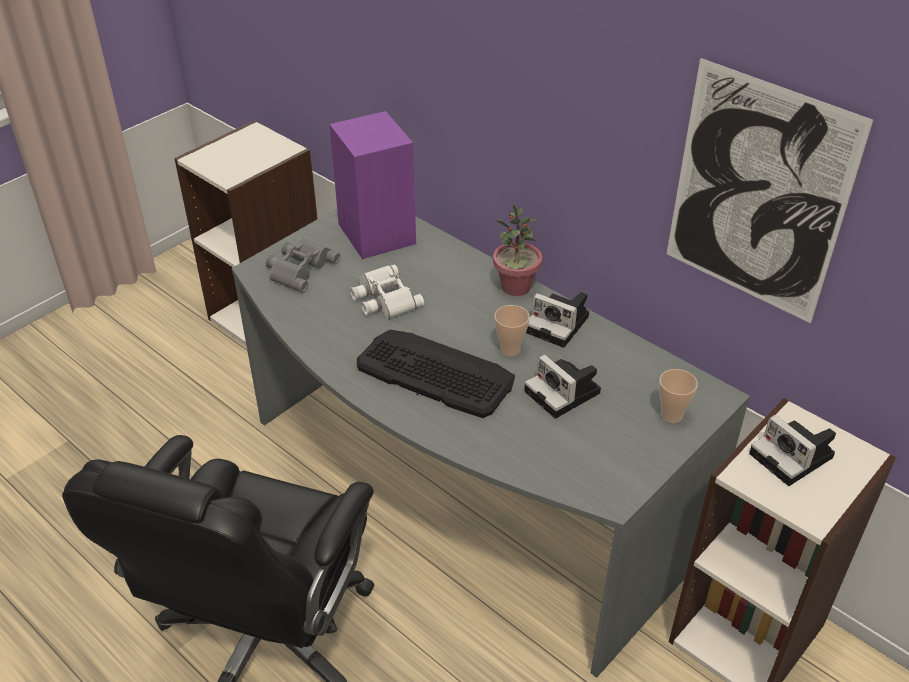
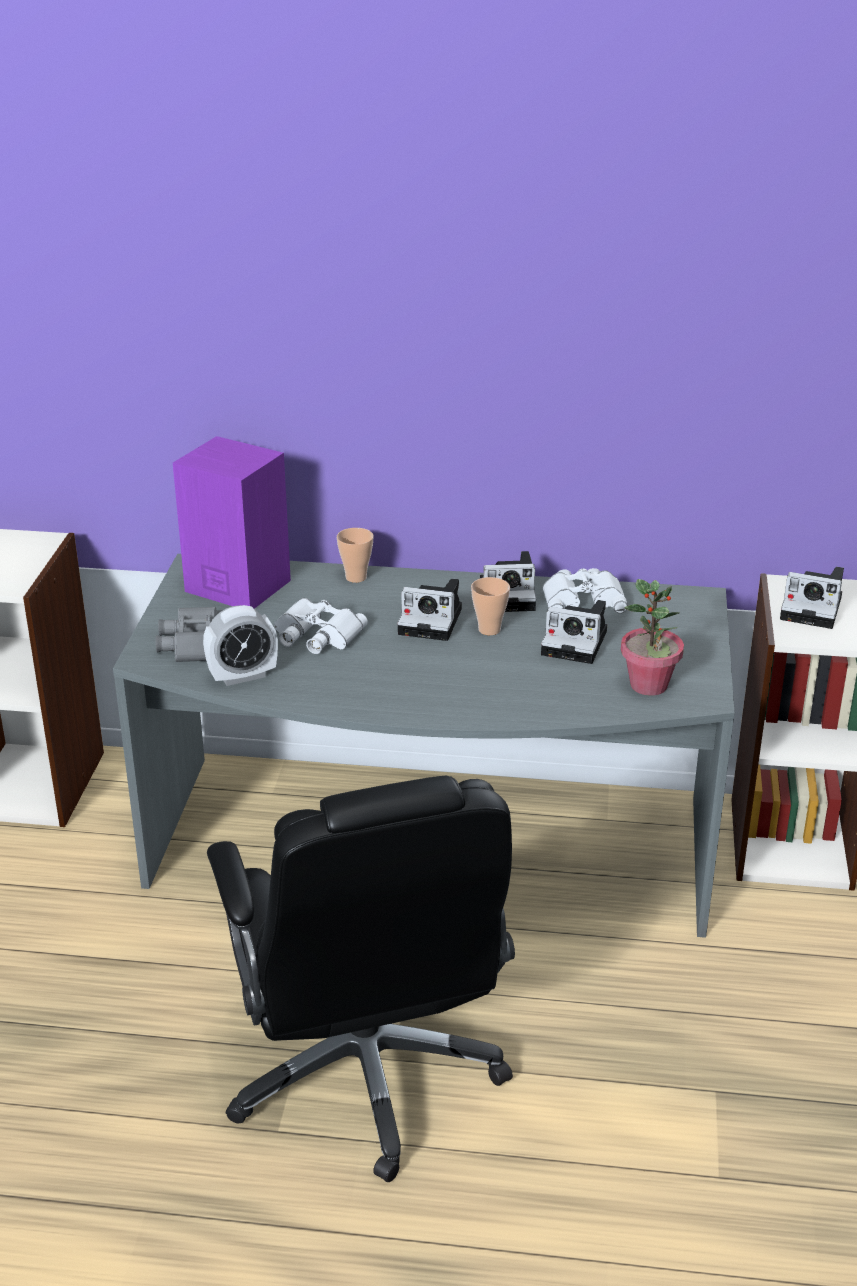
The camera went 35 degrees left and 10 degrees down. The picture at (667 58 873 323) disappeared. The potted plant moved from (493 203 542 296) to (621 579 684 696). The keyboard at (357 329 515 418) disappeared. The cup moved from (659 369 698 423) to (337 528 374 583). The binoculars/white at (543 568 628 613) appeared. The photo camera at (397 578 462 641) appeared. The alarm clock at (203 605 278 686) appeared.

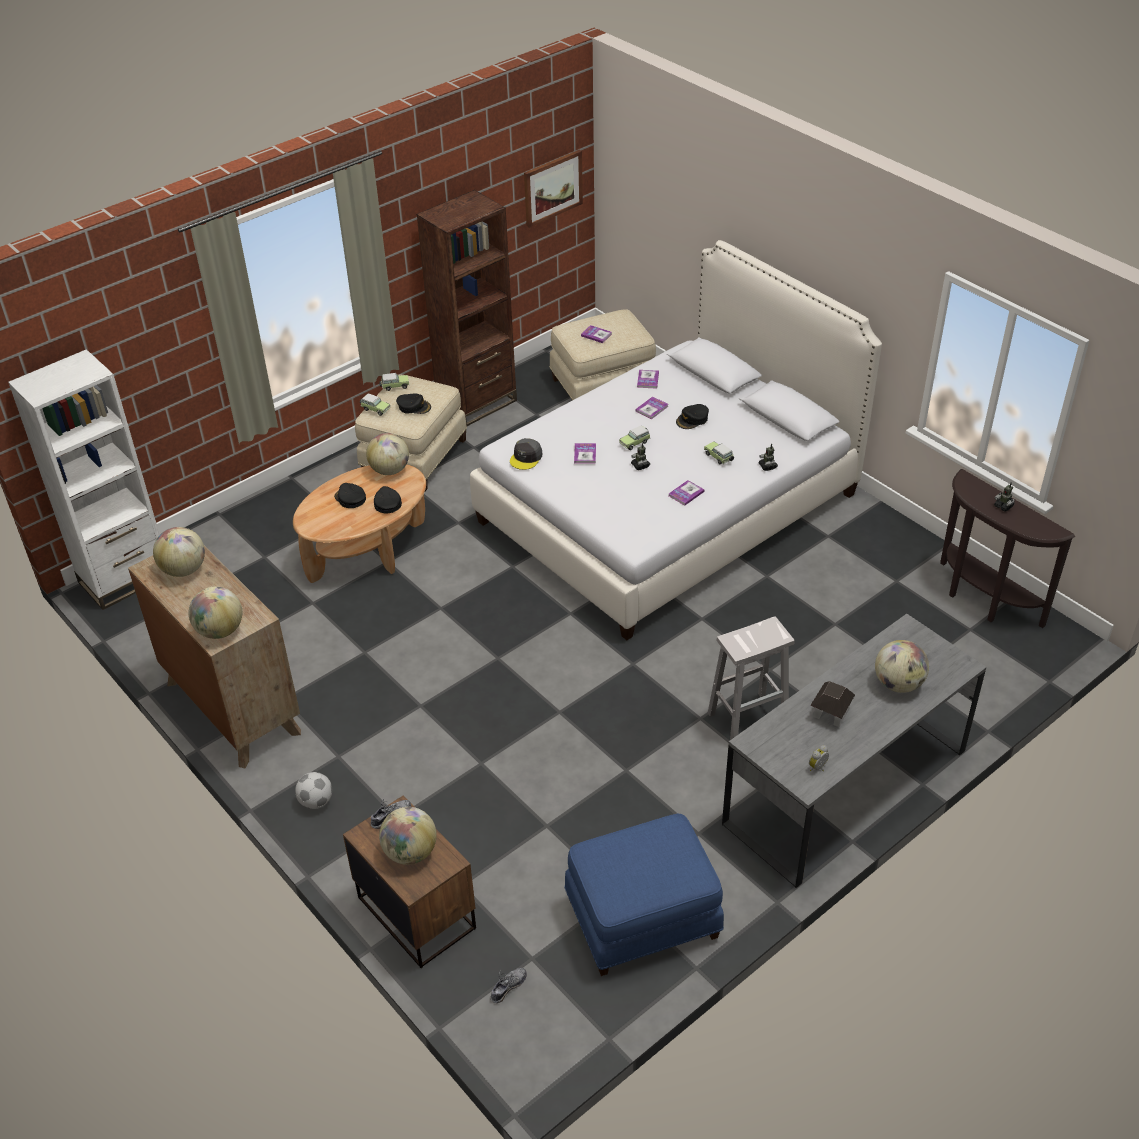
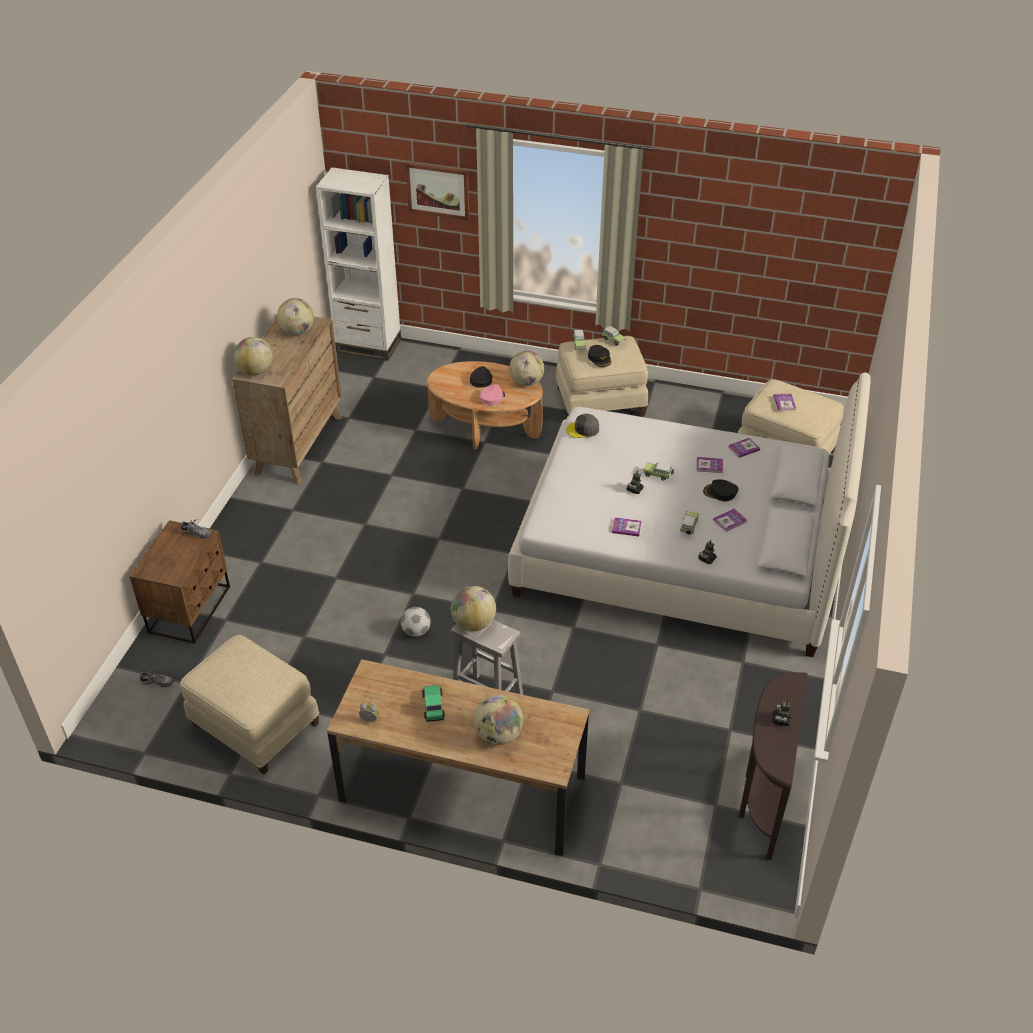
The camera went 55 degrees right and 0 degrees up. The picture moved from (524 150 583 228) to (406 162 470 220). The bookcase/brown at (417 190 517 426) disappeared. The book moved from (574 443 596 463) to (713 509 747 532). The cap/black at (374 486 402 513) became the cap/pink at (480 384 506 405). The desk/grey at (722 614 986 888) became the desk/brown at (327 659 589 856). The toy house at (810 681 855 727) was replaced by the toy car at (422 685 445 722). The football moved from (295 772 332 809) to (401 607 431 637). The globe moved from (379 807 437 865) to (451 586 496 631). The ottoman/blue at (564 814 724 976) became the ottoman/beige at (180 635 319 774).

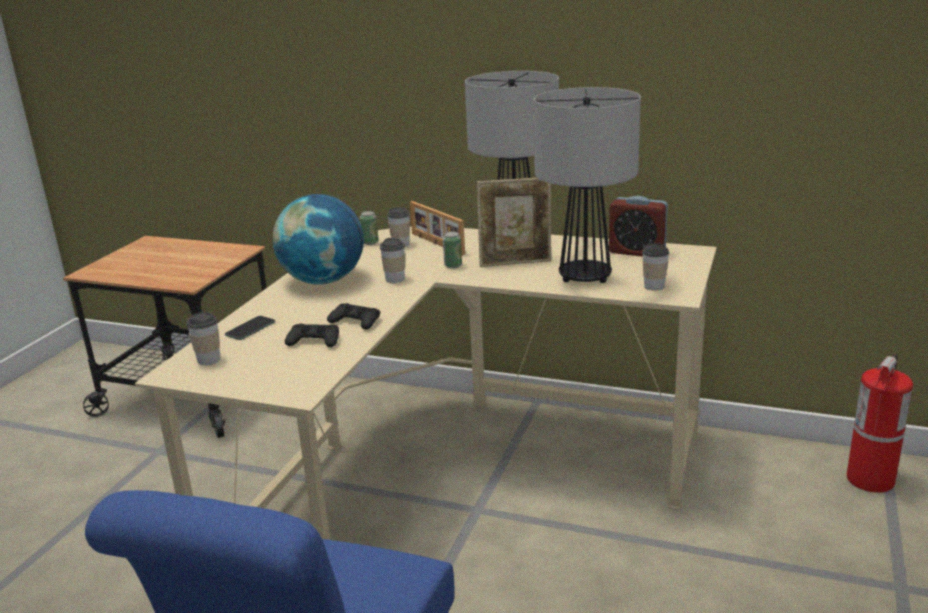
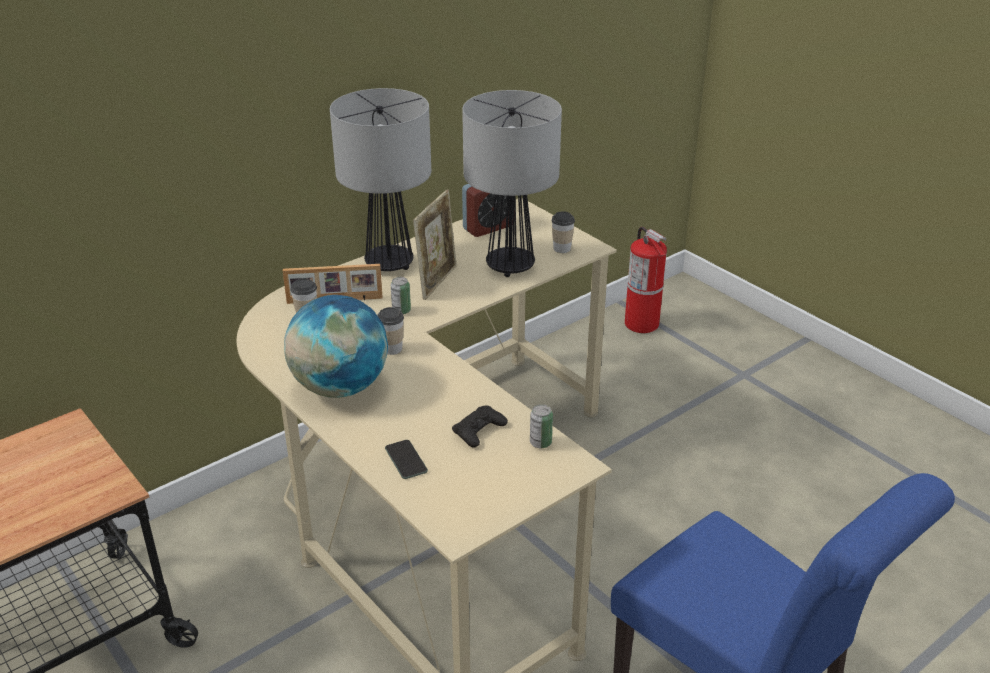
The camera went 60 degrees left and 10 degrees up. The can moved from (360 211 379 245) to (530 404 553 448). The game controller/black at (327 303 381 329) disappeared. The cup at (187 312 221 365) disappeared.

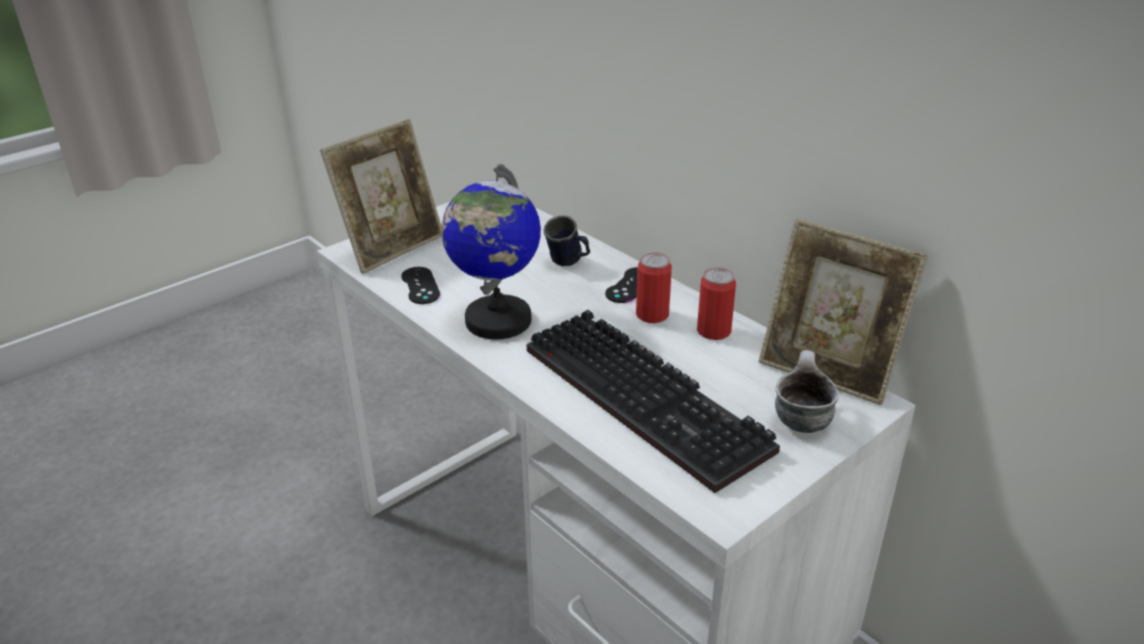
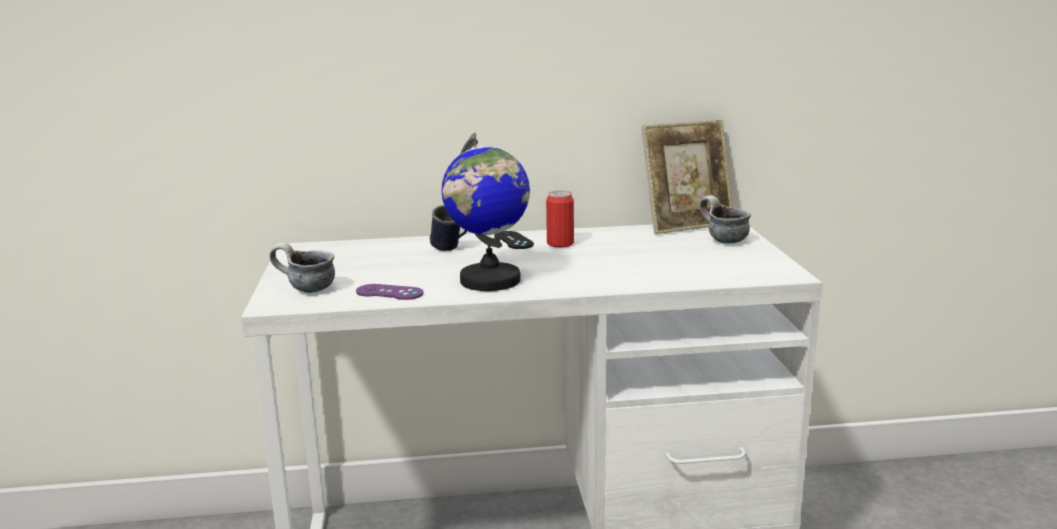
The camera went 55 degrees left and 15 degrees down. The picture frame at (320 119 442 274) was replaced by the mug at (269 243 335 293). The game controller/black at (401 267 440 304) became the game controller/purple at (356 284 423 300). The can at (697 267 736 340) disappeared. The keyboard at (526 310 780 493) disappeared.

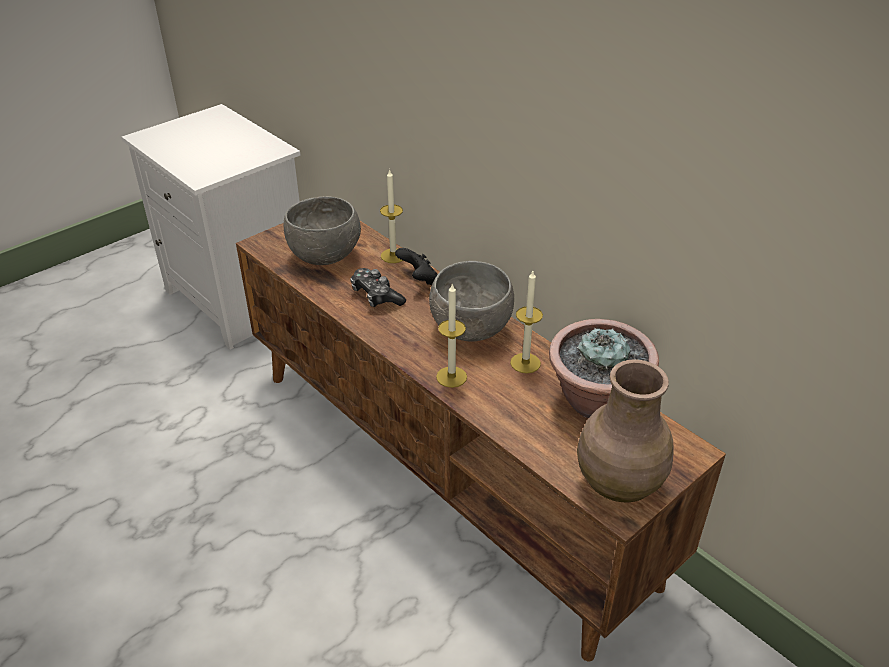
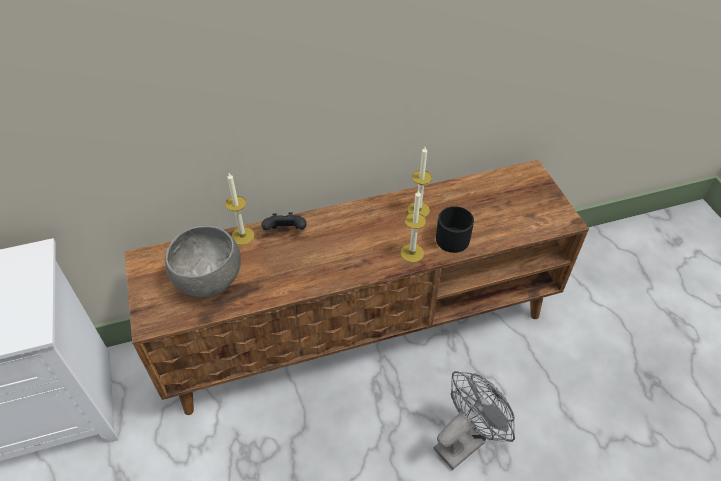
The camera went 65 degrees left and 10 degrees up. The bowl/grey at (429 261 514 342) disappeared. The game controller at (350 268 406 307) disappeared. The potted plant at (549 319 659 418) disappeared. The vase/brown at (577 360 674 502) disappeared. The mug/black at (436 206 474 253) appeared. The fan/grey at (434 371 515 470) appeared.

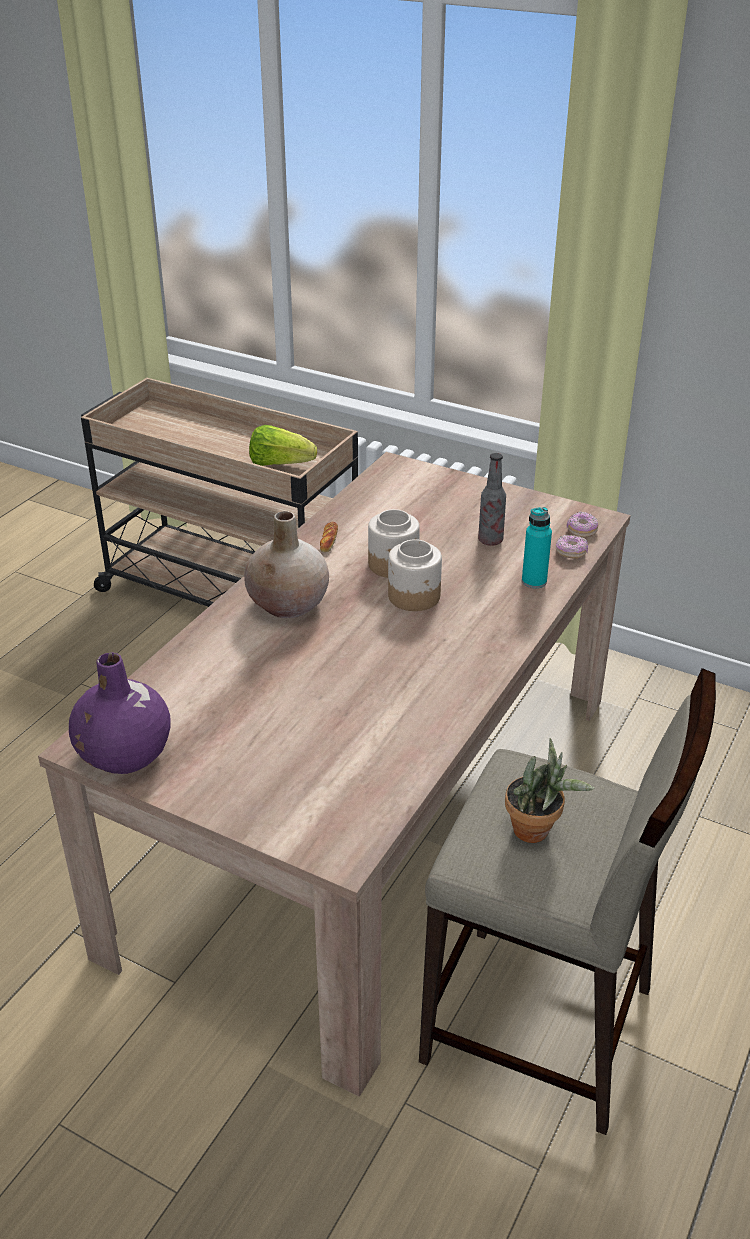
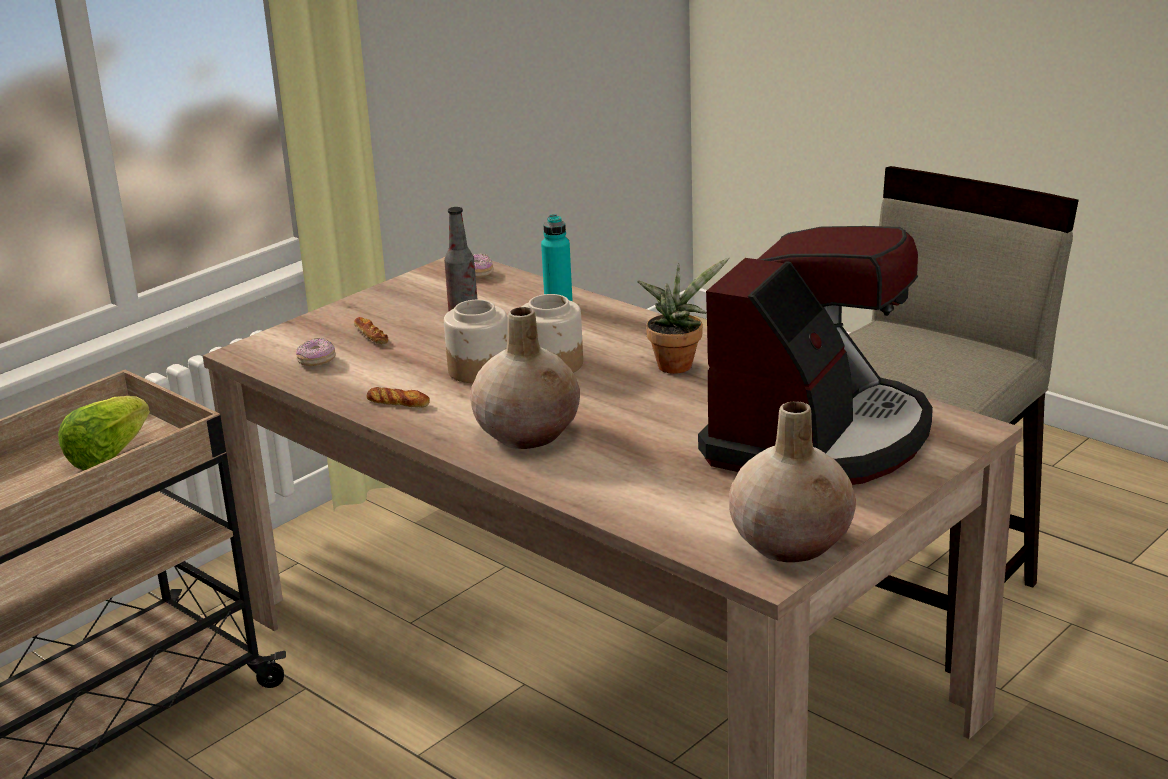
The camera went 75 degrees left and 10 degrees down. The donut moved from (556 535 588 559) to (296 338 336 366). The vase/purple at (69 652 171 774) became the vase/beige at (729 401 856 563). The potted plant moved from (505 738 595 843) to (637 257 729 374). The coffee machine at (698 226 933 485) appeared. The bread at (354 317 388 344) appeared.

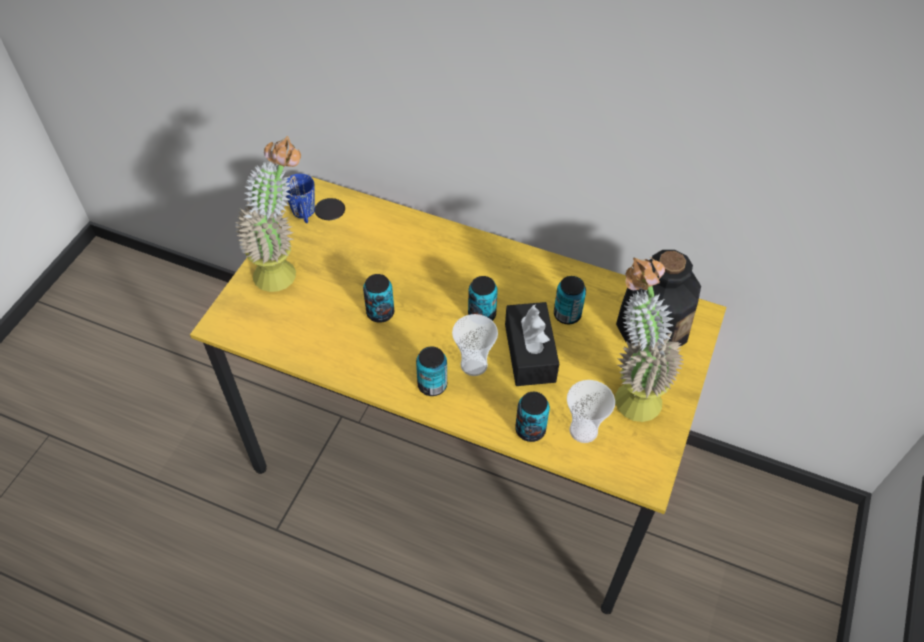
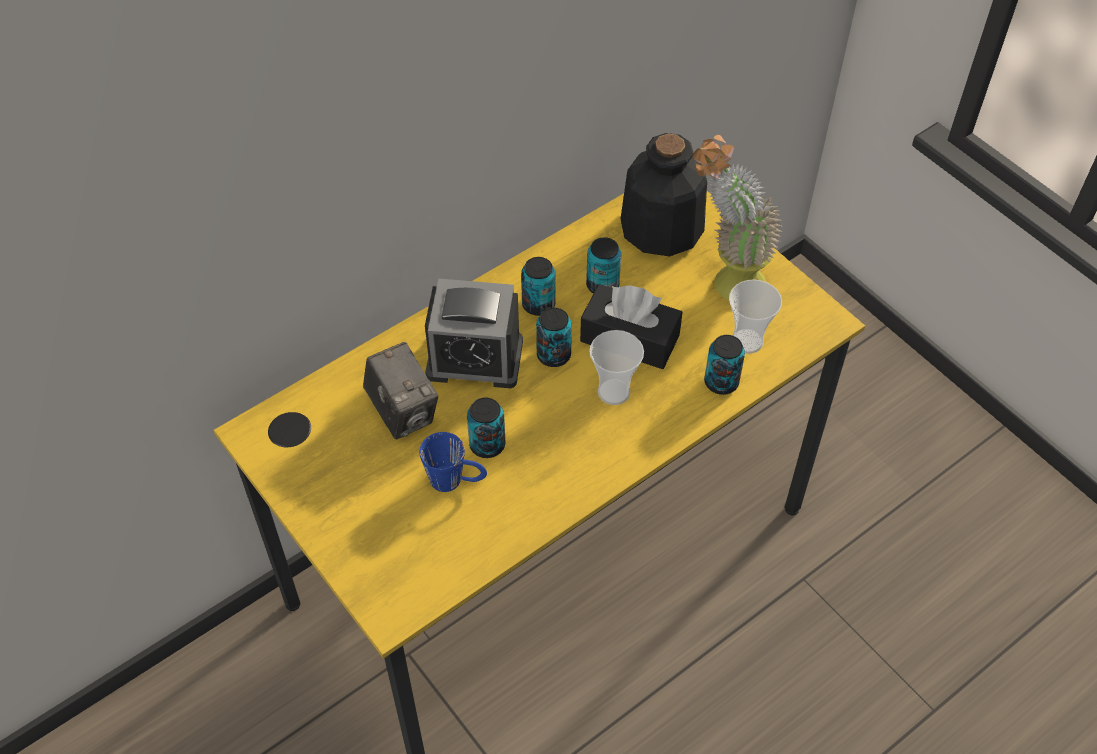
The camera went 60 degrees left and 0 degrees up. The potted plant at (235 136 301 292) disappeared. The mug/blue moved from (286 174 315 223) to (420 432 487 492). The can moved from (416 347 447 396) to (521 257 556 316). The alarm clock at (425 278 523 388) appeared. The photo camera at (363 342 438 440) appeared.

